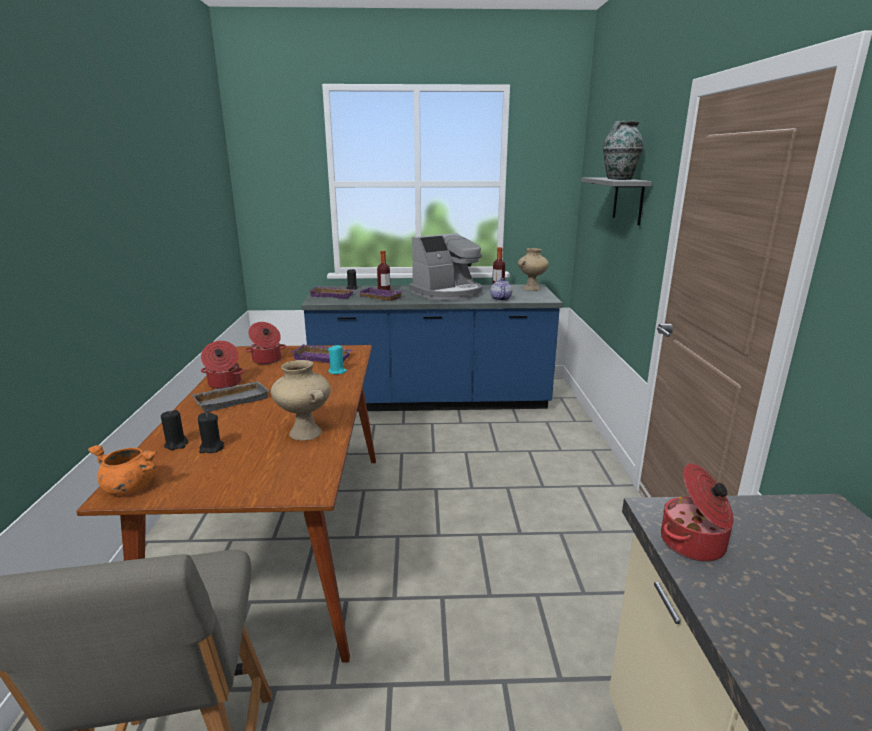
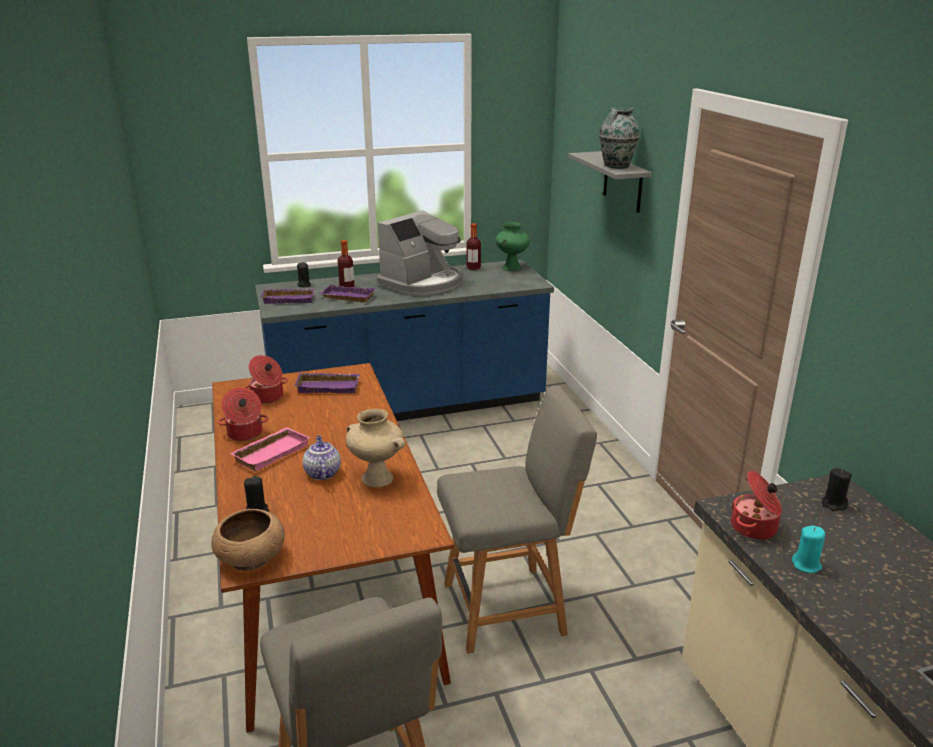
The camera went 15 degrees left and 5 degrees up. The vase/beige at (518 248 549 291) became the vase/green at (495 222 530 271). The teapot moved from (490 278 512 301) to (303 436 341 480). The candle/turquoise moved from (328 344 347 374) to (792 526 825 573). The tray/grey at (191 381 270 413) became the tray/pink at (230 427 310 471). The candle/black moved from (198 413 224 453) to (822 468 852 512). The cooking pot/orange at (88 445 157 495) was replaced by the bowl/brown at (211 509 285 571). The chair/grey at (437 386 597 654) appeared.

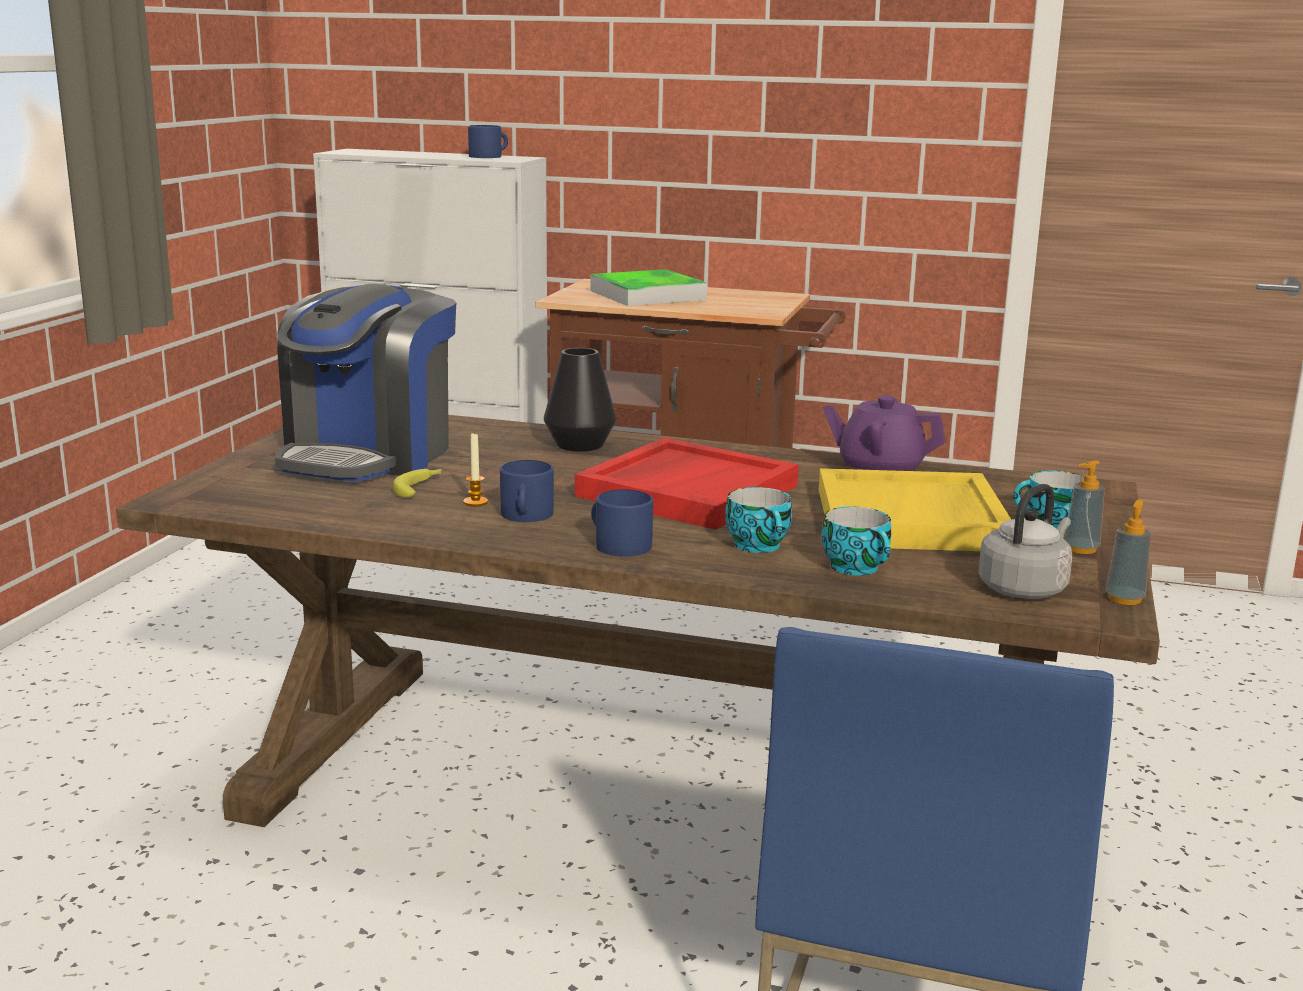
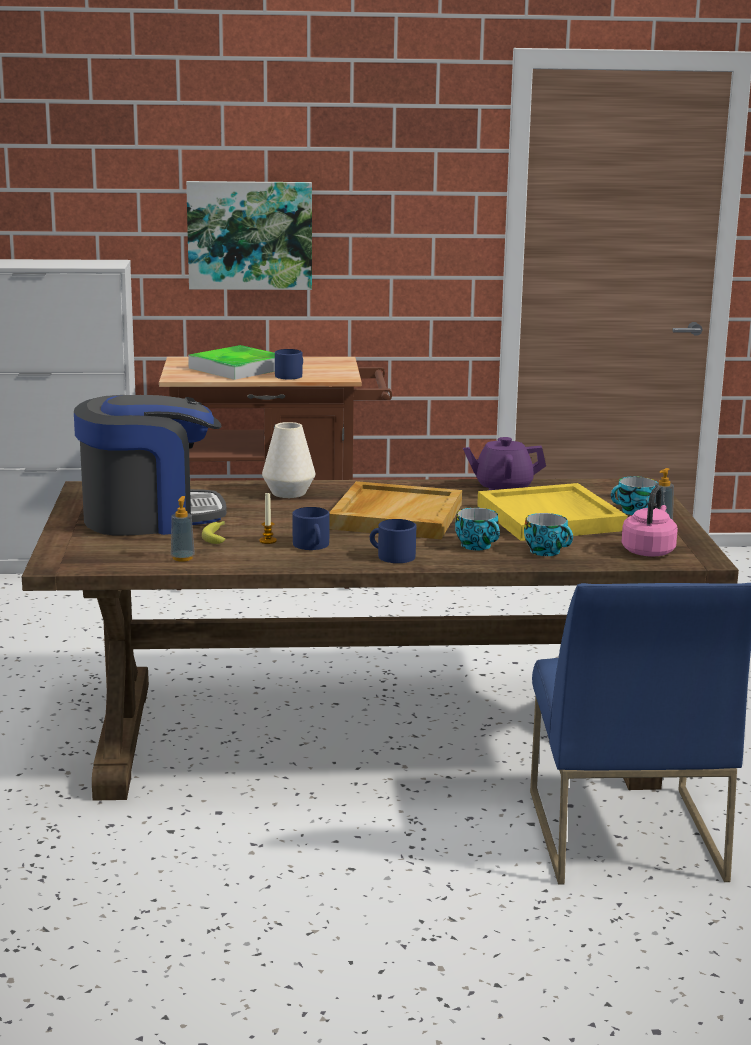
The camera went 20 degrees left and 0 degrees up. The mug/blue moved from (468 125 508 158) to (275 349 303 379). The coffee machine at (275 283 456 482) turned 105 degrees counterclockwise. The vase/black at (544 348 616 452) became the vase/white at (262 422 315 498). The tray/red at (575 438 799 530) became the tray/beige at (329 481 462 539). The kettle/grey at (978 484 1072 599) became the kettle/pink at (621 486 678 556). The soap dispenser moved from (1106 500 1151 605) to (171 496 195 562). The picture at (186 181 312 290) appeared.

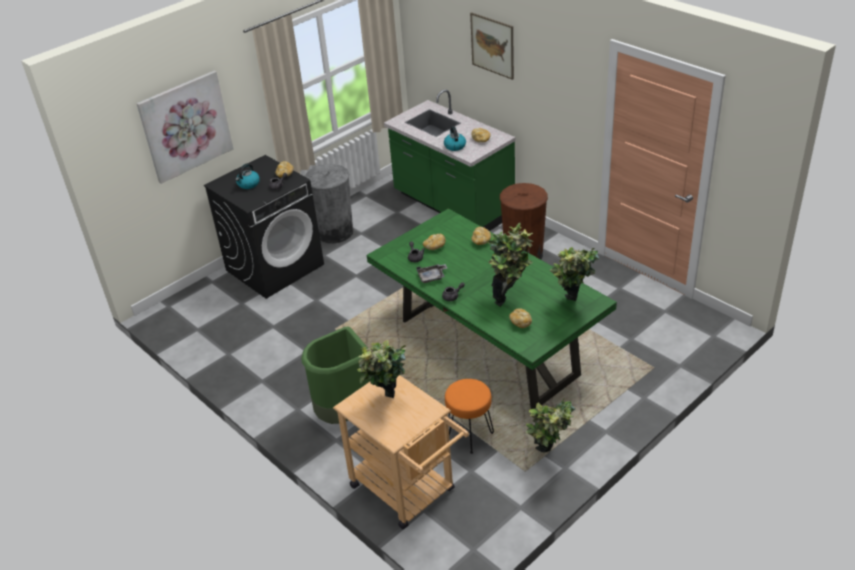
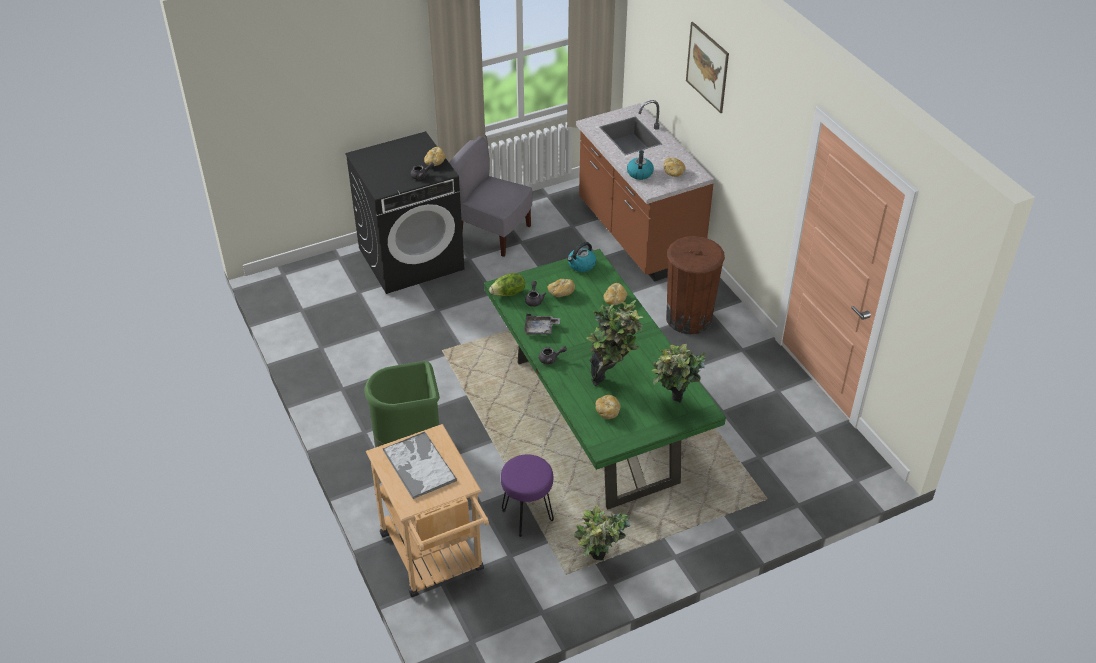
The camera went 15 degrees right and 5 degrees up. The picture at (136 71 233 184) disappeared. The counter/green at (384 89 516 231) became the counter/brown at (576 100 715 282). The kettle moved from (236 163 260 189) to (567 242 596 272). The trash can/grey at (305 164 353 243) was replaced by the chair/grey at (449 135 533 257). The potted plant at (357 340 405 398) was replaced by the tray at (383 431 457 500). The stool/orange at (445 379 494 454) became the stool/purple at (501 454 554 537). The lettuce at (489 273 525 296) appeared.

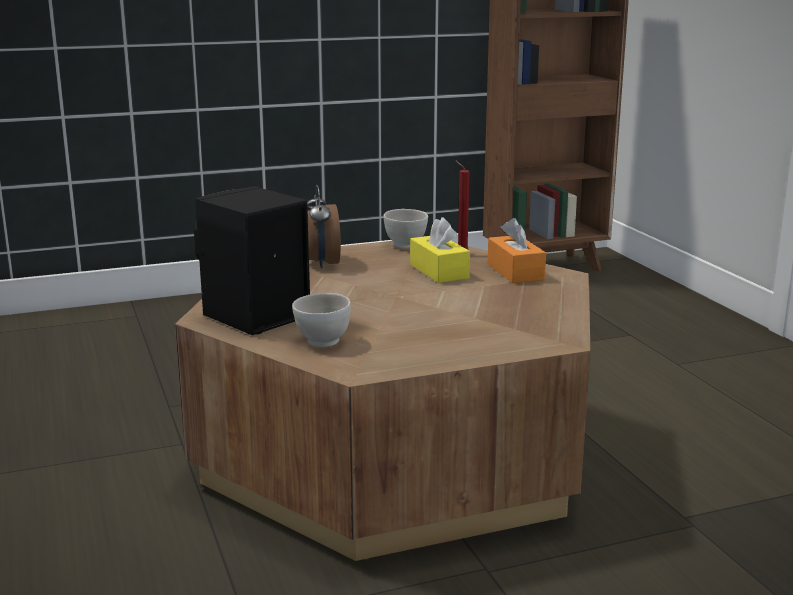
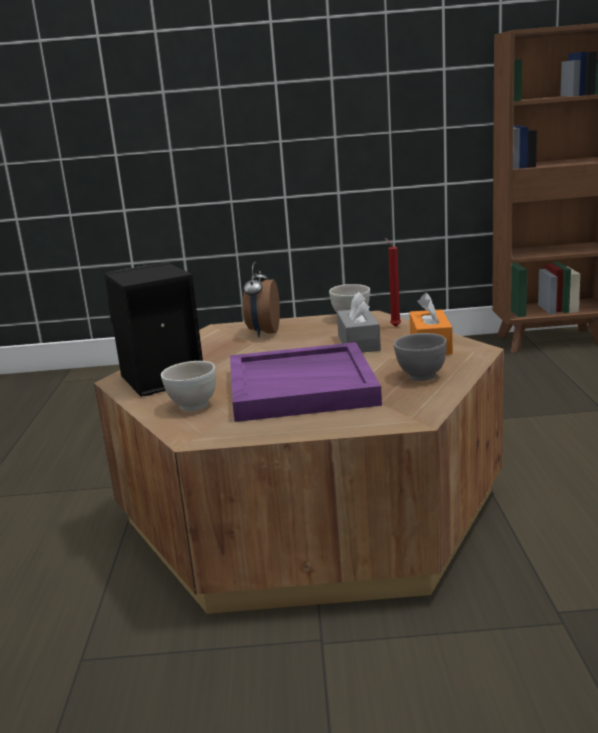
The camera went 20 degrees right and 0 degrees up. The tissue box/yellow at (410 217 470 283) became the tissue box/grey at (337 292 381 353). The bowl/grey at (394 333 447 381) appeared. The tray/purple at (230 342 382 422) appeared.

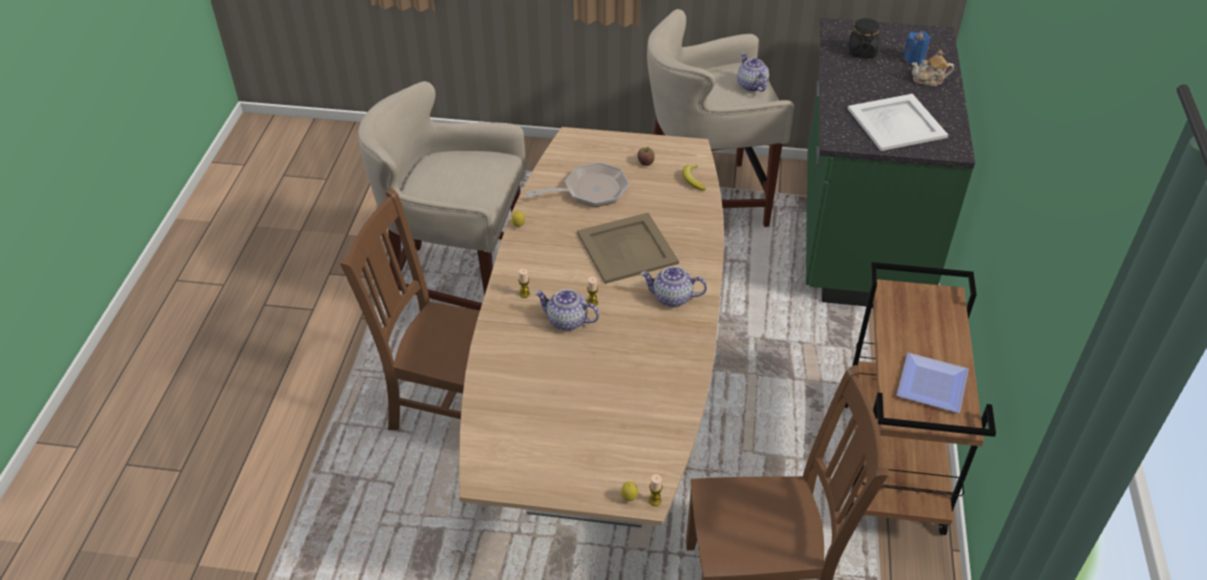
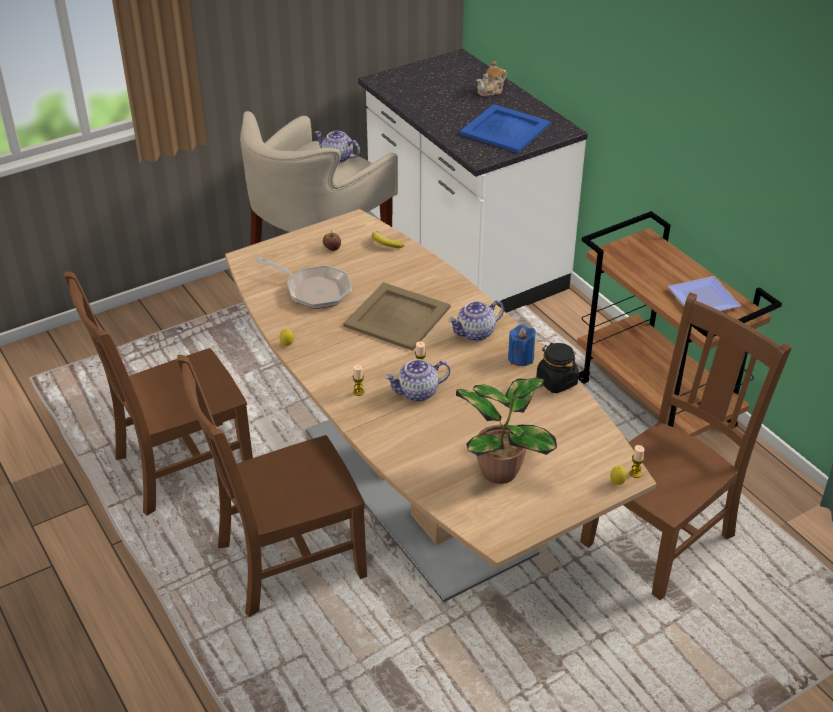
The camera went 40 degrees left and 5 degrees down. The counter/green at (806 18 975 308) became the counter/white at (358 49 588 313). The jar/black moved from (849 18 880 58) to (536 343 579 393). The candle/blue moved from (903 31 931 66) to (508 325 536 366). The stool/beige at (358 81 526 310) was replaced by the chair/brown at (64 272 253 516). The tray/white at (848 94 948 151) became the tray/blue at (460 104 551 153). The frying pan at (526 162 629 207) turned 90 degrees clockwise. The potted plant at (456 378 557 484) appeared.

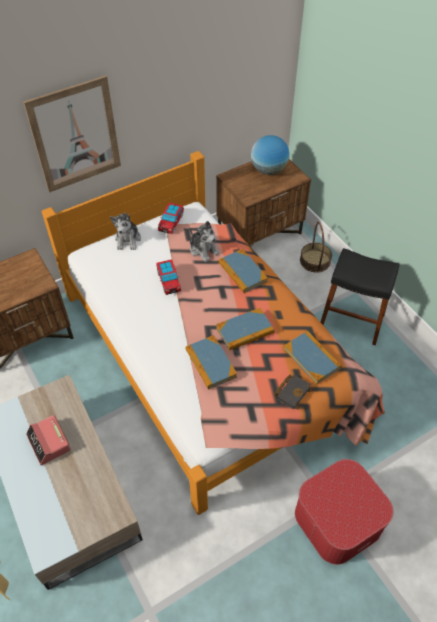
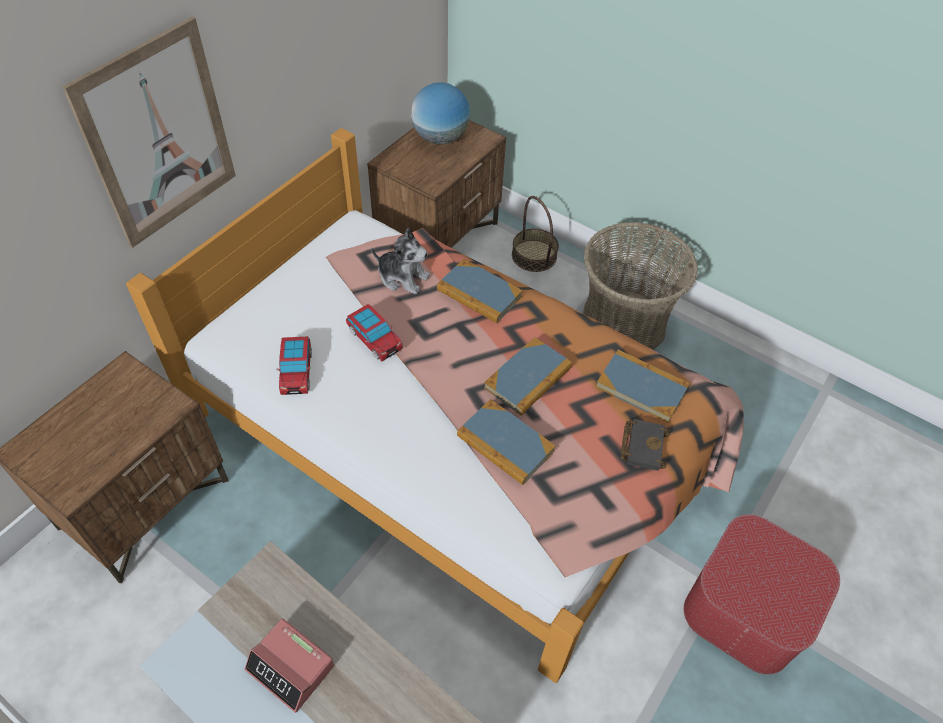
The camera went 25 degrees left and 0 degrees up. The toy car moved from (158 203 184 234) to (276 336 312 395). The plush toy at (110 213 141 250) disappeared. The stool/black at (321 248 400 345) was replaced by the basket at (583 222 698 350).

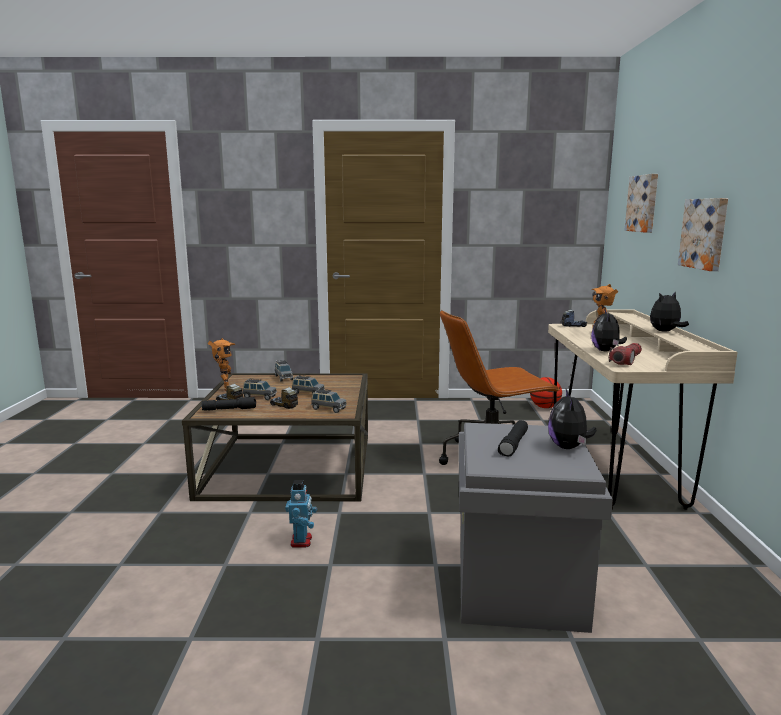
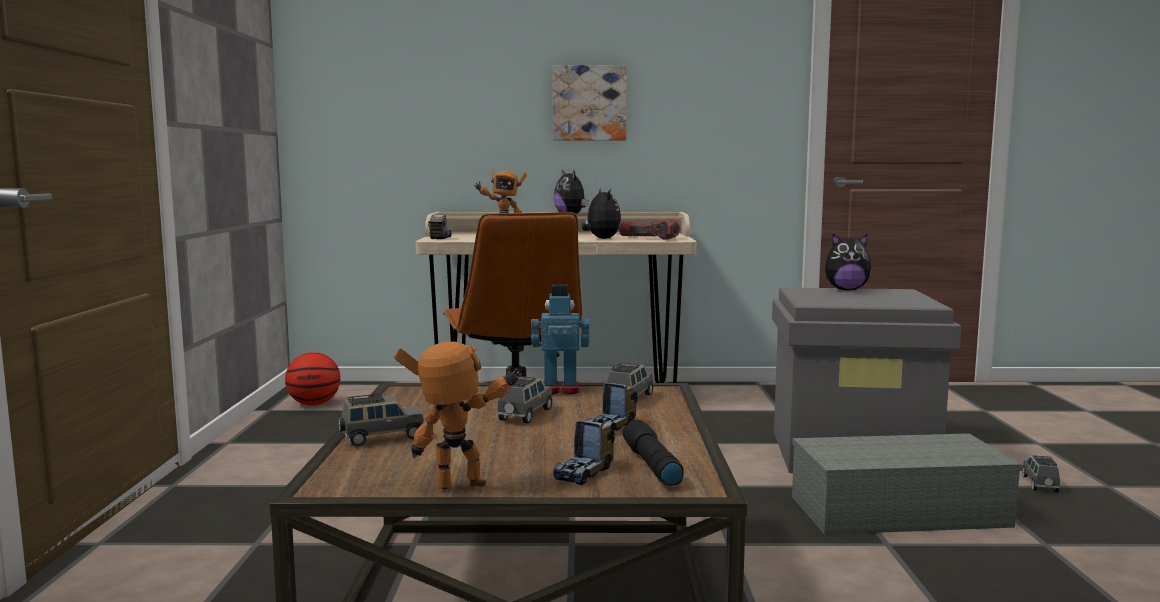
The camera went 90 degrees left and 5 degrees down. The picture at (624 174 658 233) disappeared. The plush toy at (591 310 627 351) turned 120 degrees counterclockwise. The toy car/grey moved from (243 379 277 400) to (1022 455 1060 492). The flashlight/black at (498 420 528 456) disappeared. The toy robot moved from (285 480 317 548) to (531 284 589 394). The storage box/grey at (792 433 1023 535) appeared.

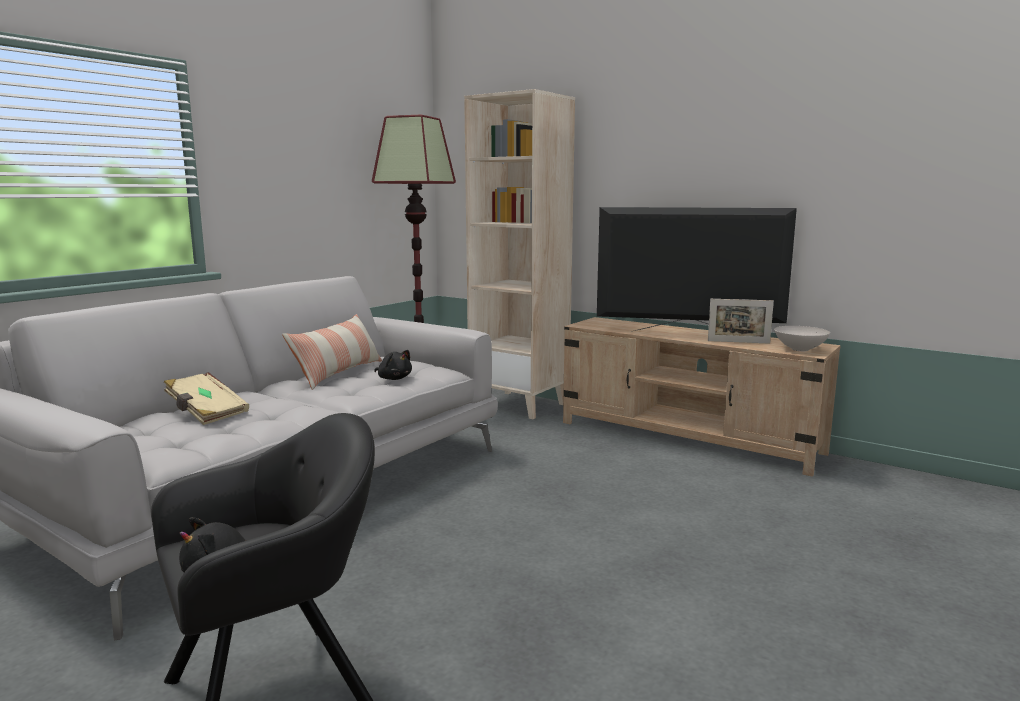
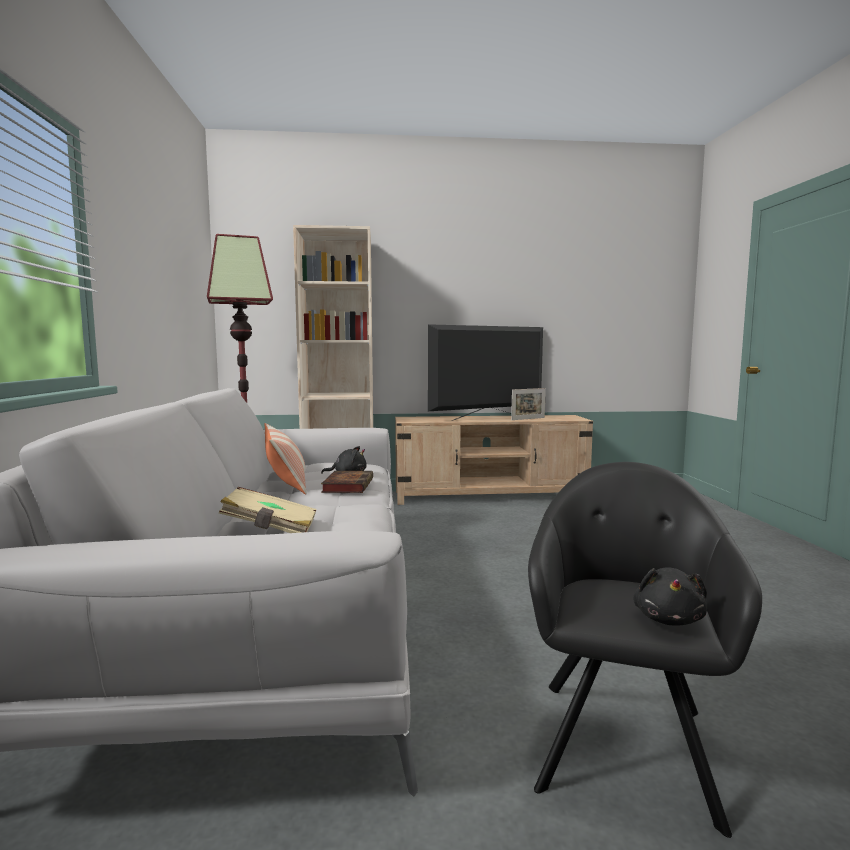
The camera went 40 degrees left and 5 degrees down. The bowl/white at (774 326 830 351) disappeared. The book at (321 471 373 493) appeared.

